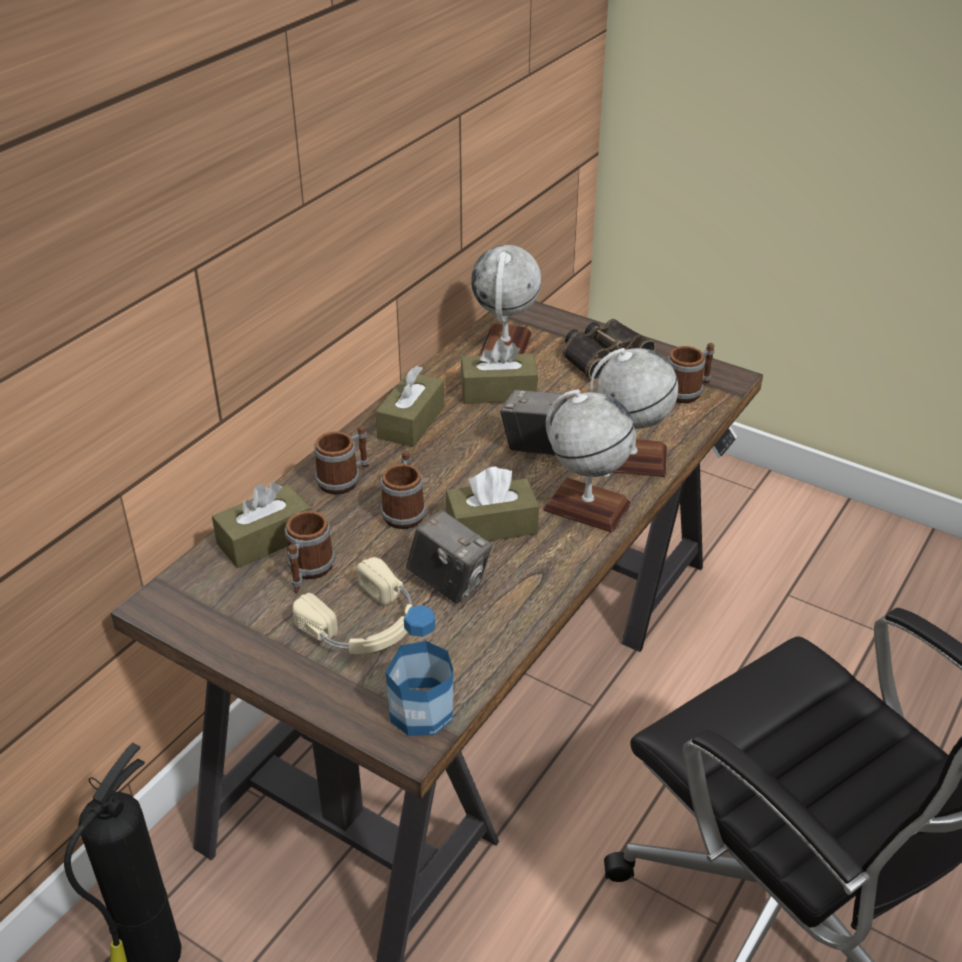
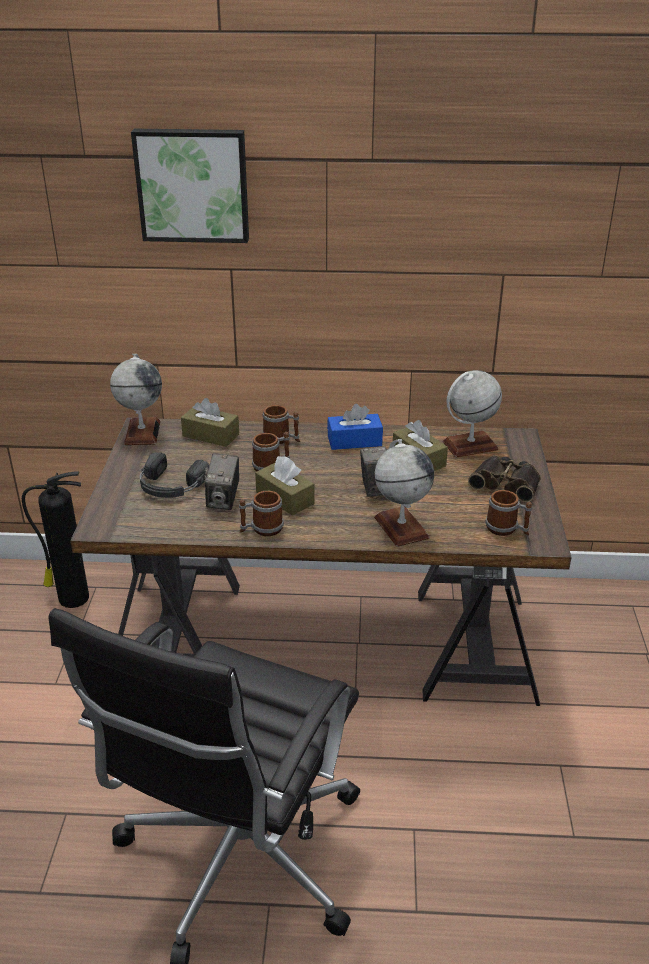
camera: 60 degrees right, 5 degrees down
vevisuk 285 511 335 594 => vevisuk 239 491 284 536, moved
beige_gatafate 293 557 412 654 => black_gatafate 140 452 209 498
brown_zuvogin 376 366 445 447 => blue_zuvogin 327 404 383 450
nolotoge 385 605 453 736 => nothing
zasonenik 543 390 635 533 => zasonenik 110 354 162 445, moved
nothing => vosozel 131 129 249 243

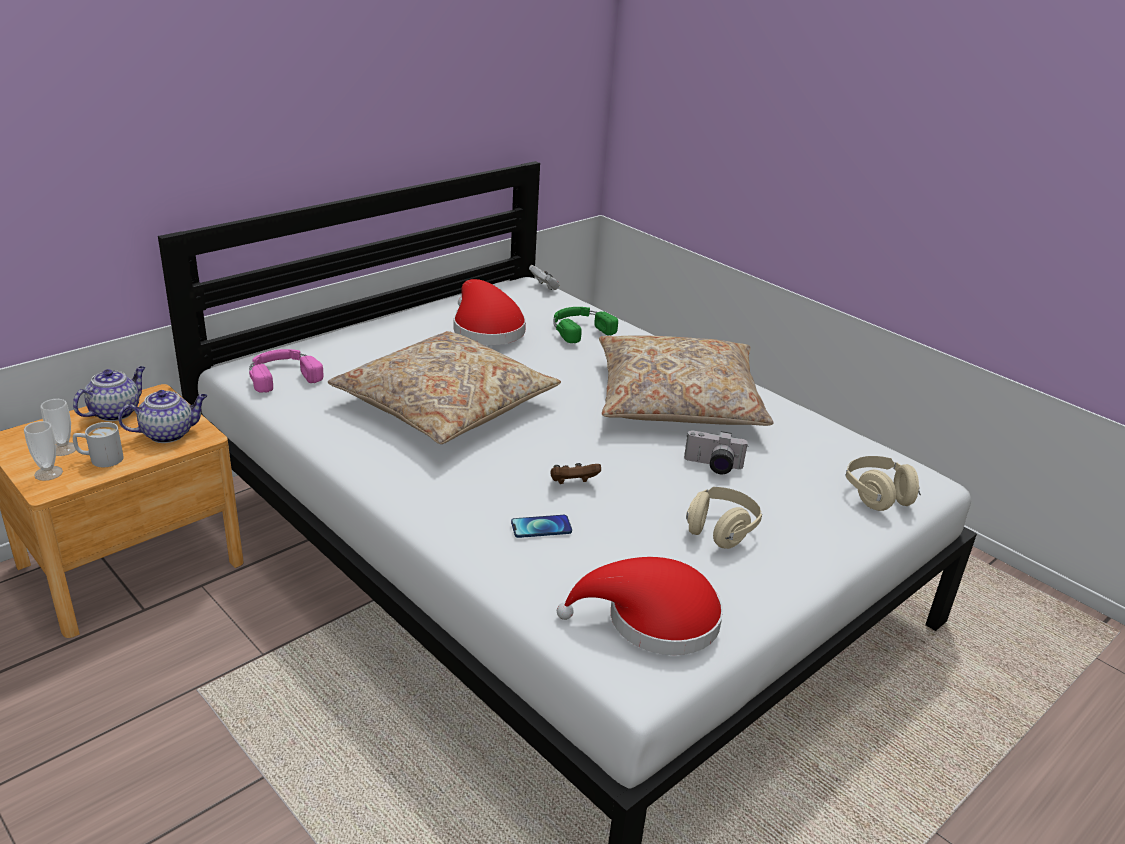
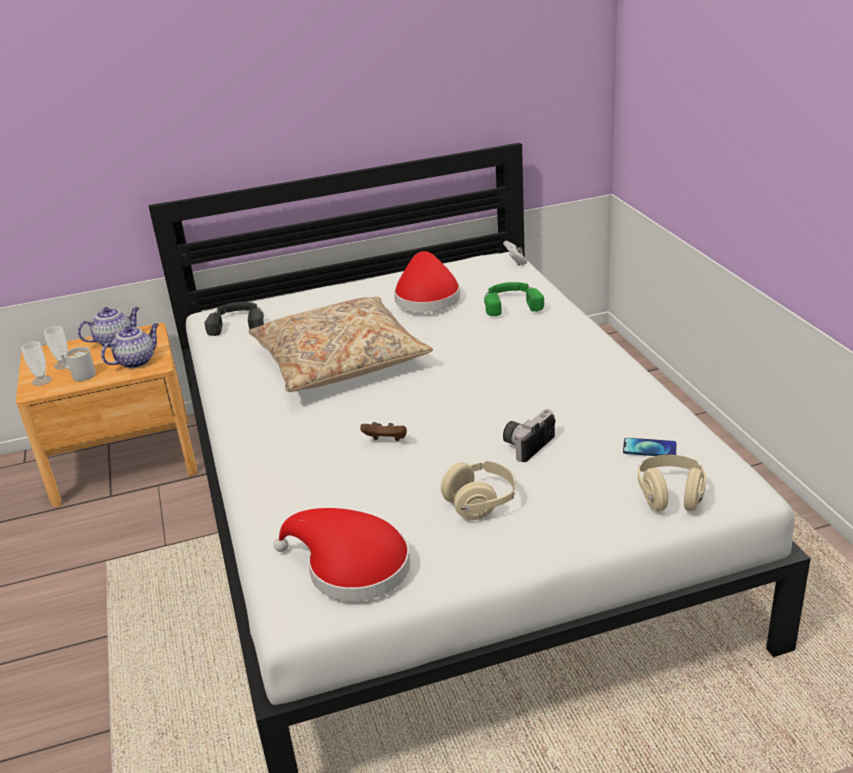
camera: 30 degrees right, 0 degrees up
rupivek 118 390 207 443 => rupivek 101 324 159 368, 45 degrees counterclockwise
pink_gatafate 249 349 324 393 => black_gatafate 205 302 264 336
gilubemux 511 515 572 538 => gilubemux 623 438 677 456, moved
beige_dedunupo 599 336 774 426 => nothing
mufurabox 684 430 748 474 => mufurabox 503 409 556 462, 90 degrees clockwise

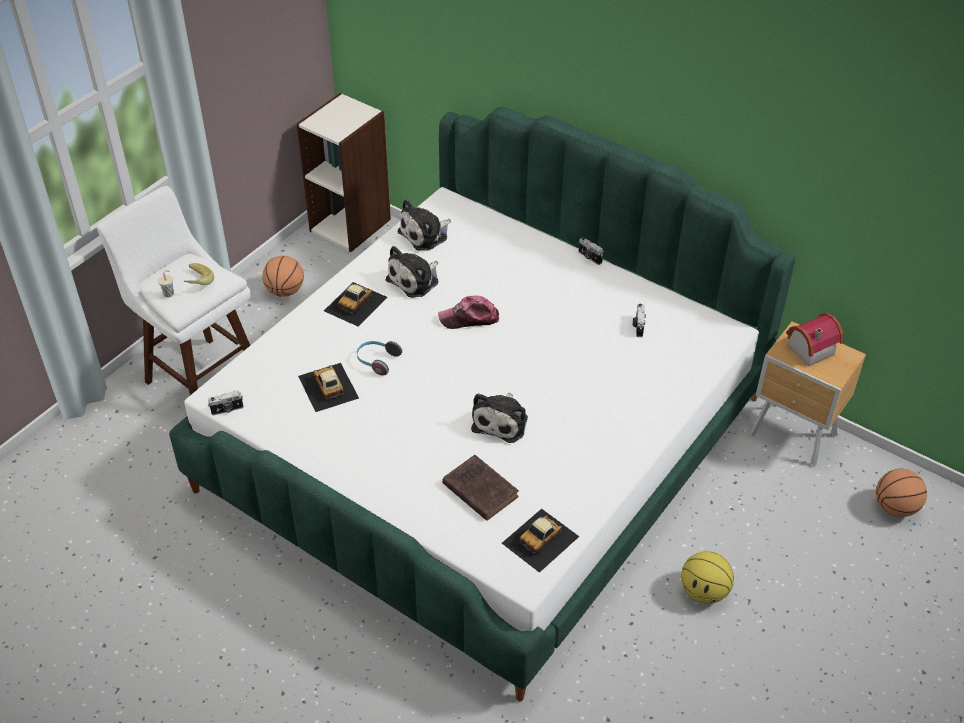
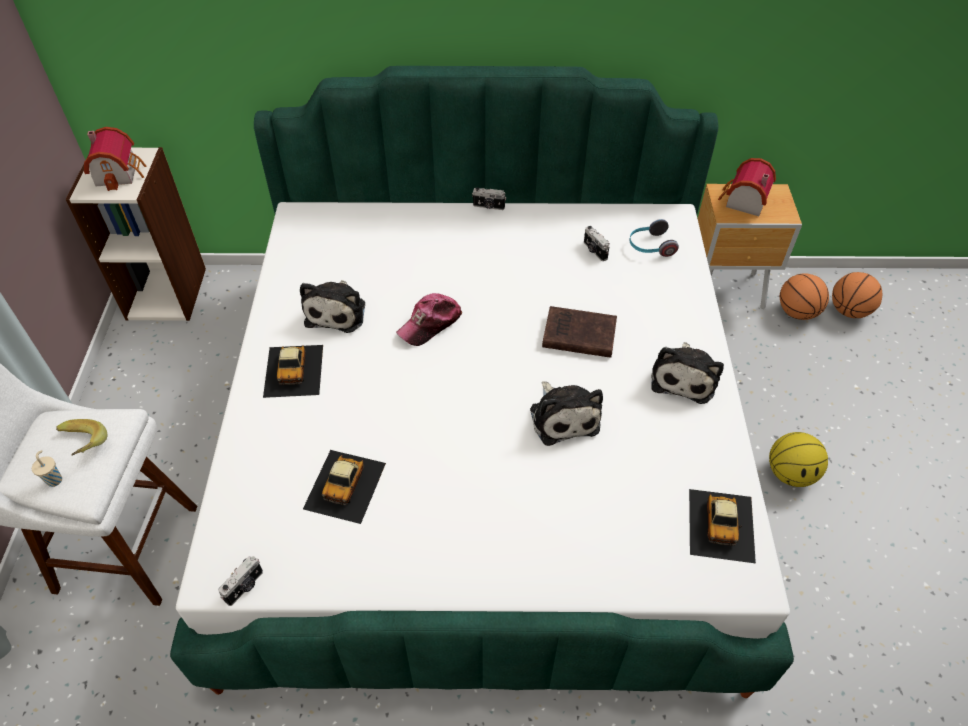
camera: 35 degrees left, 5 degrees up
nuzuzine 262 256 304 297 => nuzuzine 780 273 829 320, moved
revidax 298 363 359 412 => revidax 303 450 386 524, 105 degrees counterclockwise
gatafate 357 341 402 376 => gatafate 629 219 679 257, moved
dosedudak 397 199 451 251 => dosedudak 651 342 724 404, moved
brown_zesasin 442 455 519 521 => brown_zesasin 542 306 617 358, moved
nothing => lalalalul 84 127 146 191

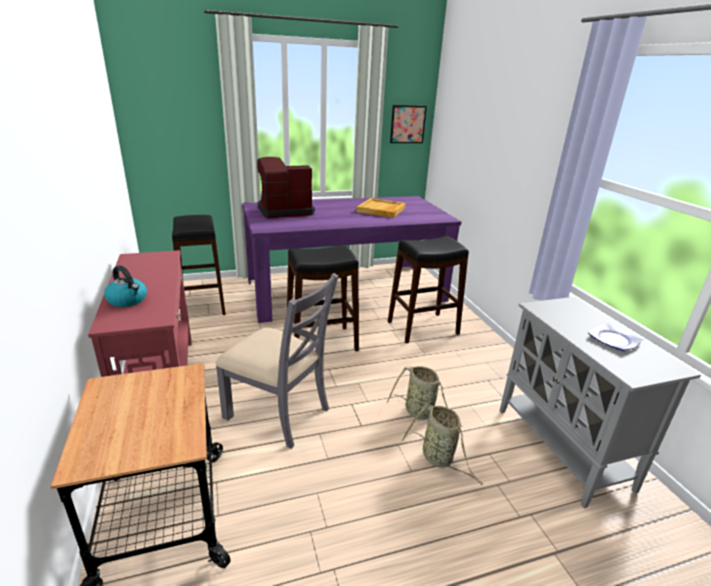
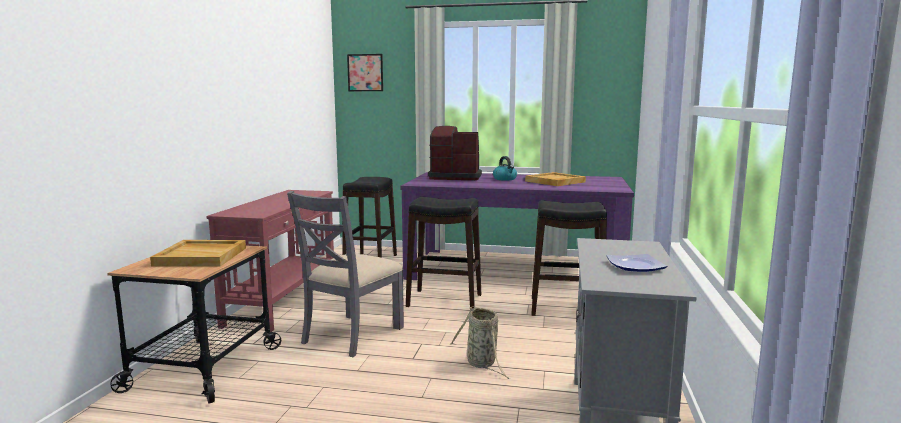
camera: 30 degrees right, 15 degrees down
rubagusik 104 266 147 307 => rubagusik 493 156 517 180, moved
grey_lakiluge 215 273 338 449 => grey_lakiluge 287 191 404 357, 60 degrees clockwise
vosozel 390 105 427 143 => vosozel 347 54 383 91, moved
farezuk 402 404 483 485 => nothing
nothing => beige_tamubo 150 240 246 267

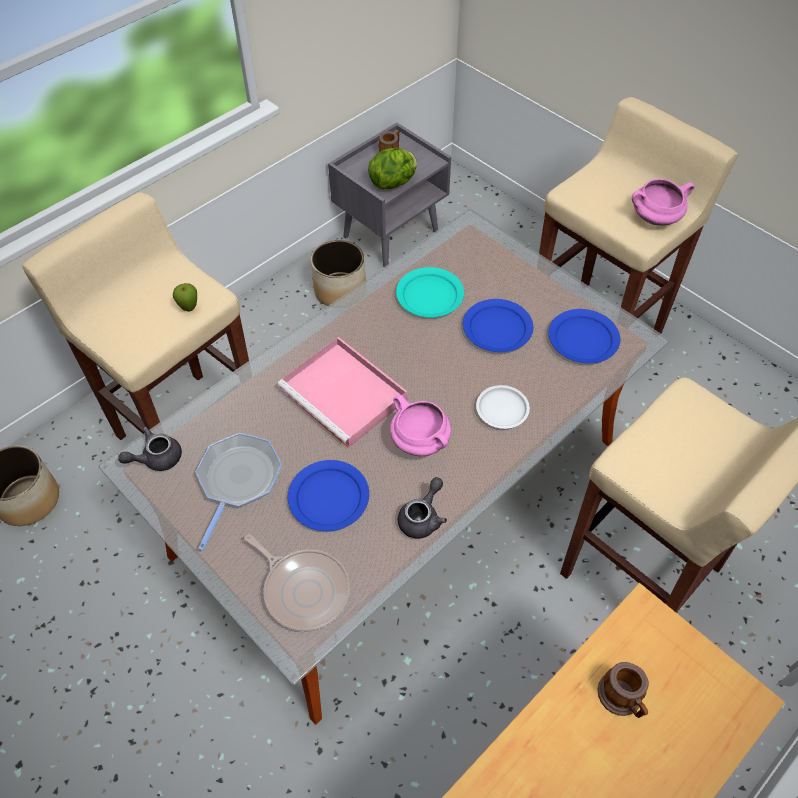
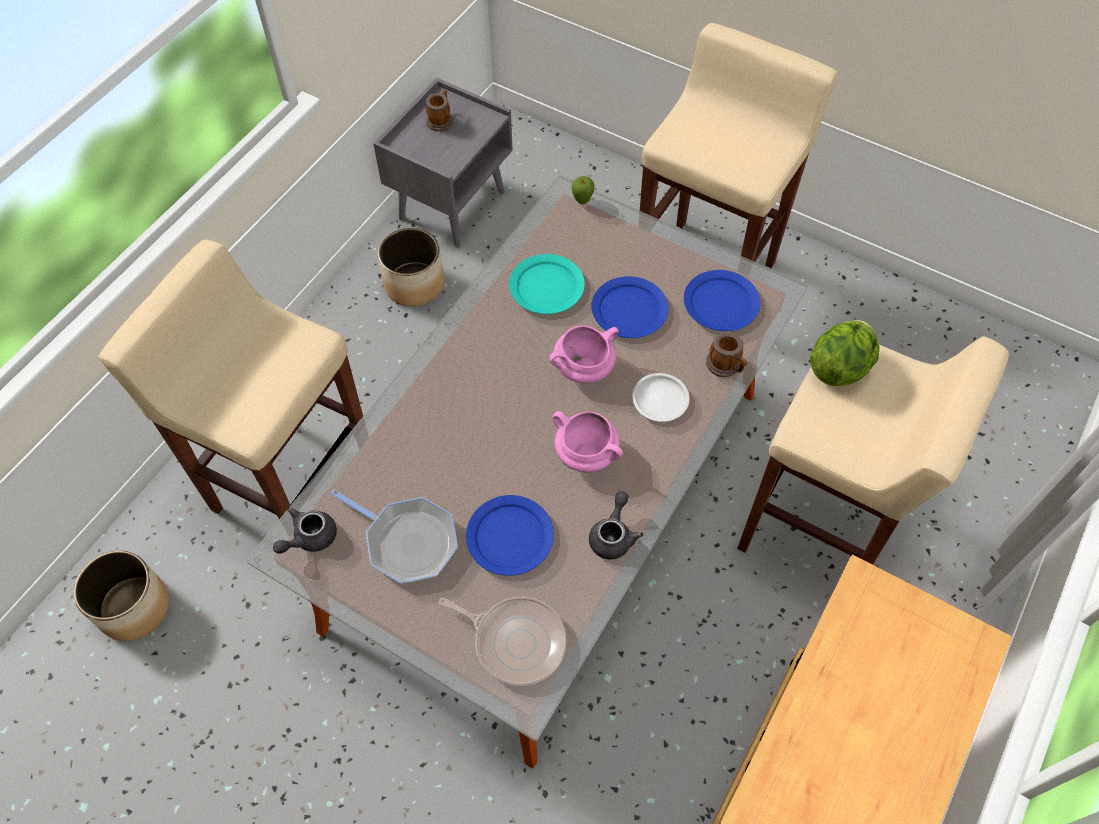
camera: 15 degrees left, 5 degrees up
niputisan 173 283 197 312 => niputisan 572 176 595 204, moved
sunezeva 196 433 282 551 => sunezeva 331 490 458 584, 120 degrees clockwise
pink_tamubo 278 337 407 448 => nothing
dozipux 368 148 417 189 => dozipux 810 320 880 386, moved
vevisuk 598 662 649 718 => vevisuk 706 333 747 377, moved
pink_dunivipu 632 179 695 225 => pink_dunivipu 549 325 619 383, moved

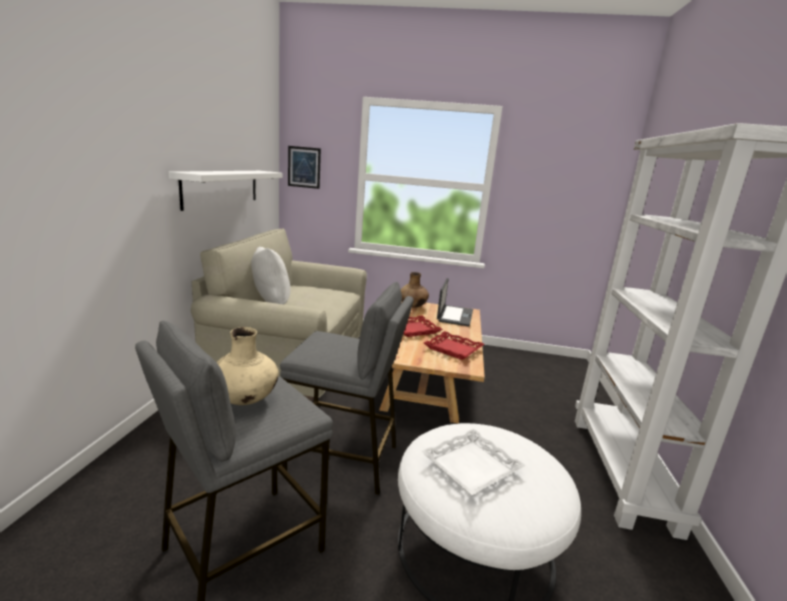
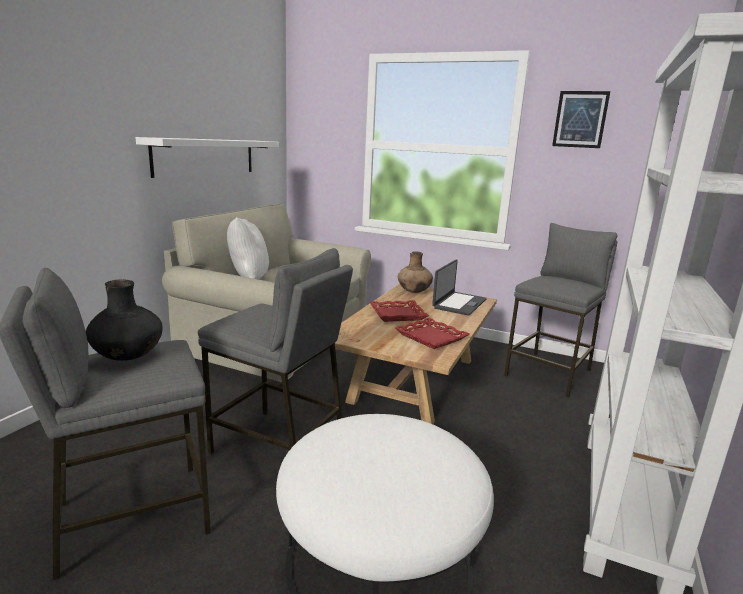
camera: 15 degrees right, 0 degrees up
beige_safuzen 216 327 279 405 => black_safuzen 86 279 162 361
vosozel 288 146 321 189 => vosozel 552 91 610 148, moved
white_tamubo 421 429 526 495 => nothing
nothing => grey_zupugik 504 223 617 398

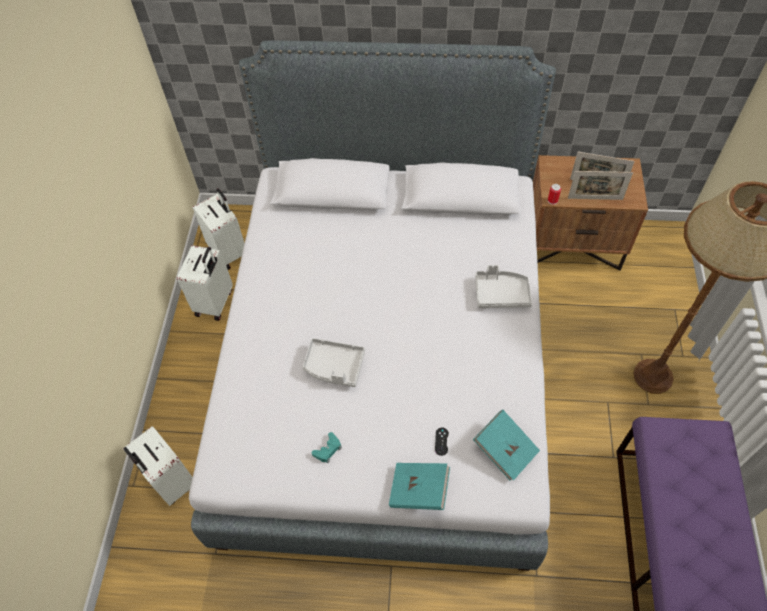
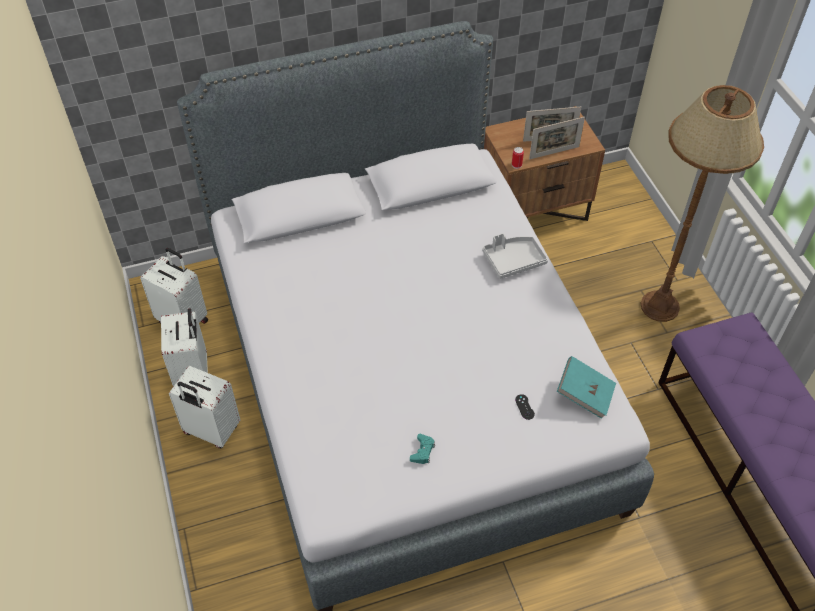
camera: 25 degrees left, 5 degrees down
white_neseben 123 426 193 506 => white_neseben 169 366 240 448, moved
grey_tamubo 302 338 365 387 => nothing
turquoise_zesasin 389 463 450 510 => nothing

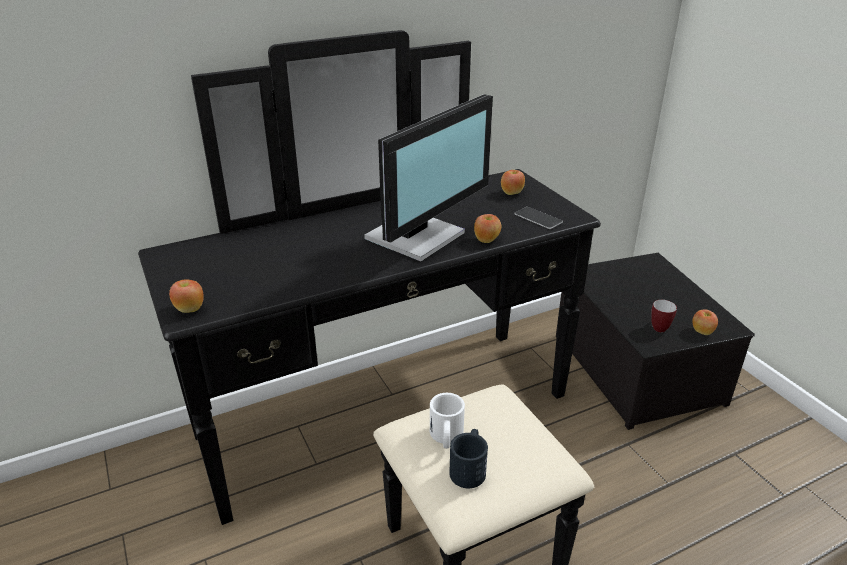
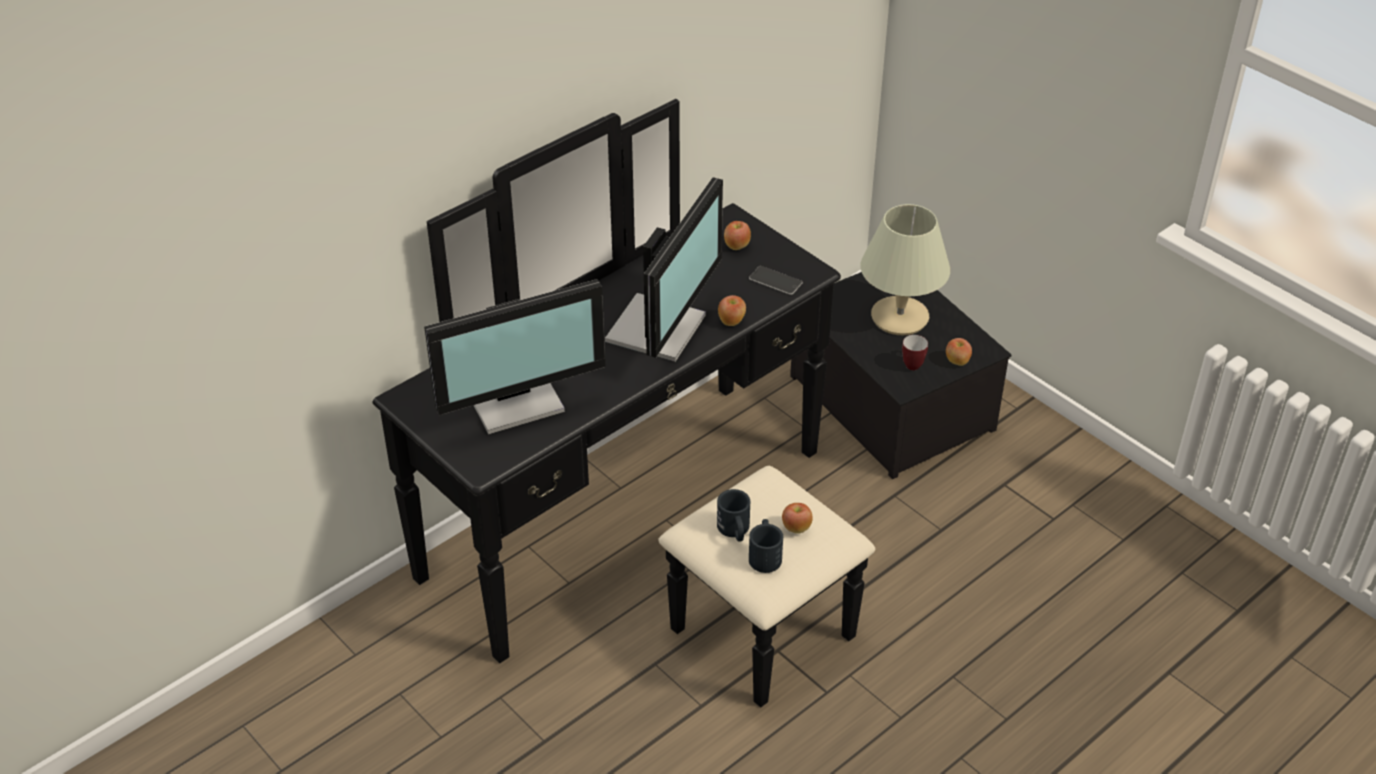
camera: 15 degrees left, 10 degrees up
niputisan 169 279 204 313 => niputisan 782 503 813 534, moved
white_vevisuk 430 393 465 449 => black_vevisuk 717 489 750 542
nothing => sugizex 424 279 606 435
nothing => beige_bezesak 860 204 950 335

